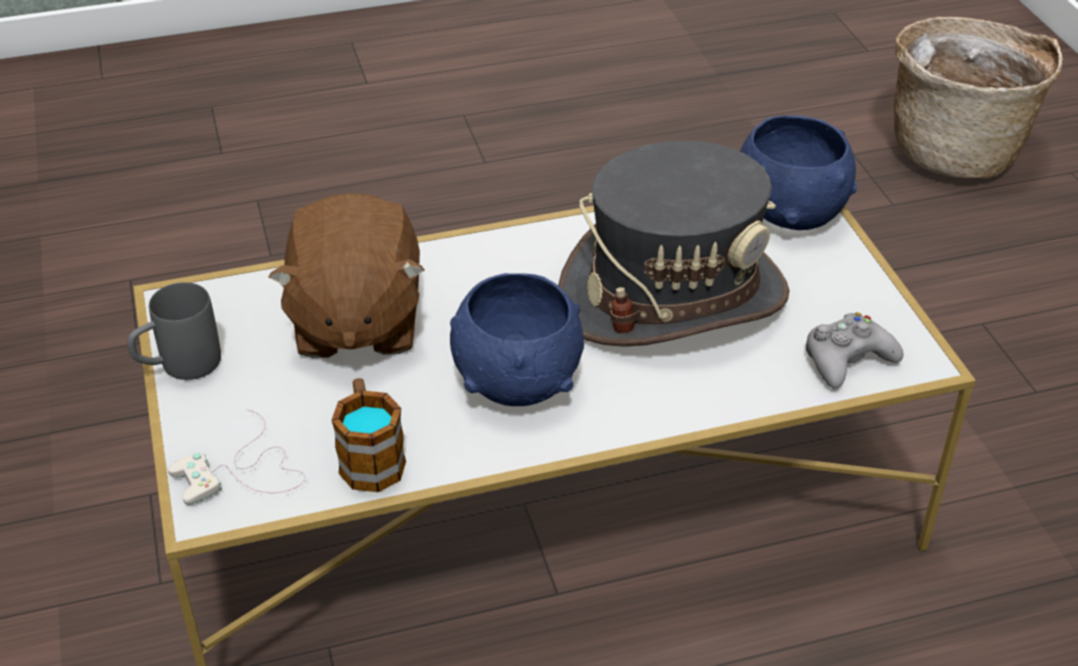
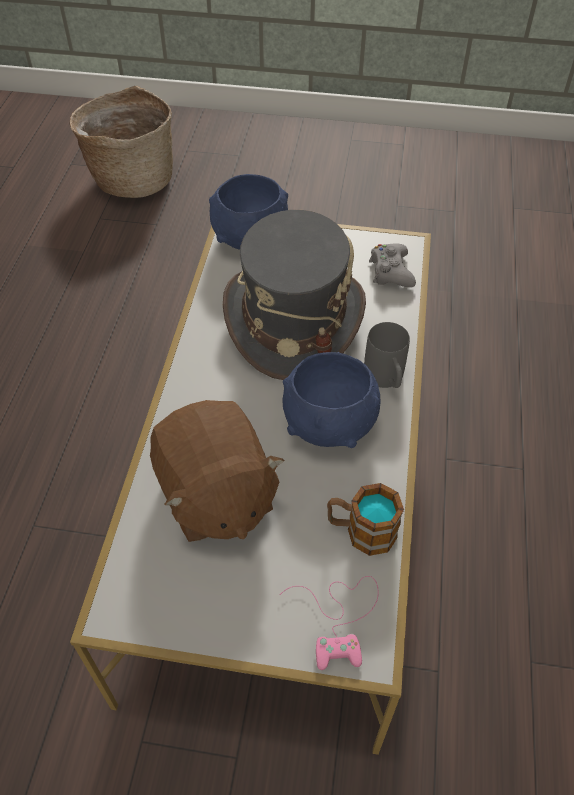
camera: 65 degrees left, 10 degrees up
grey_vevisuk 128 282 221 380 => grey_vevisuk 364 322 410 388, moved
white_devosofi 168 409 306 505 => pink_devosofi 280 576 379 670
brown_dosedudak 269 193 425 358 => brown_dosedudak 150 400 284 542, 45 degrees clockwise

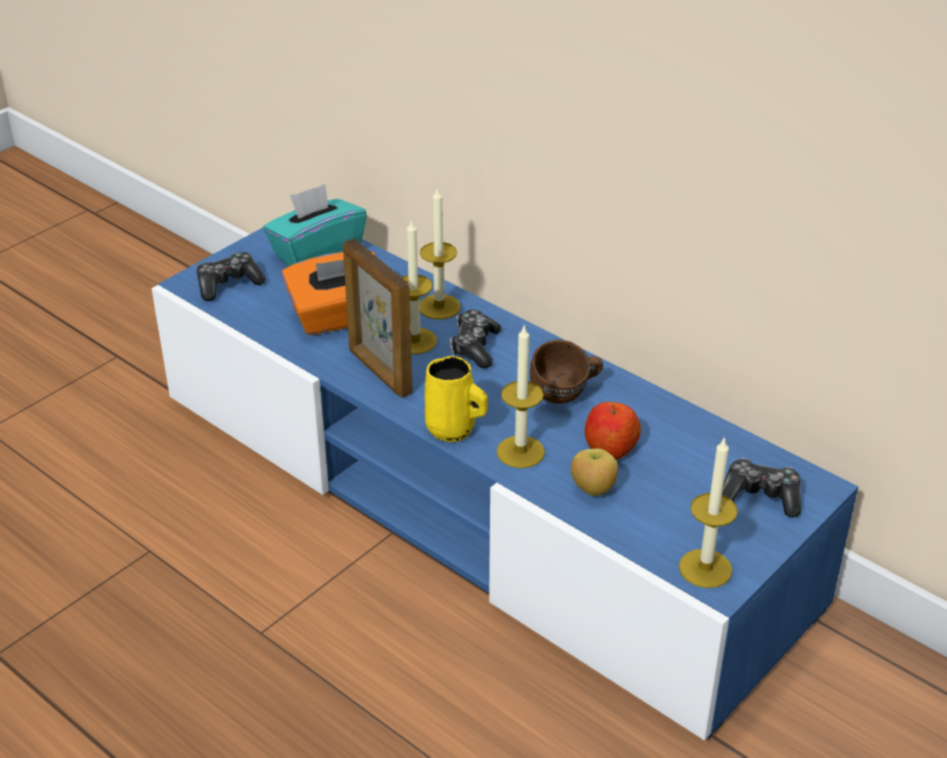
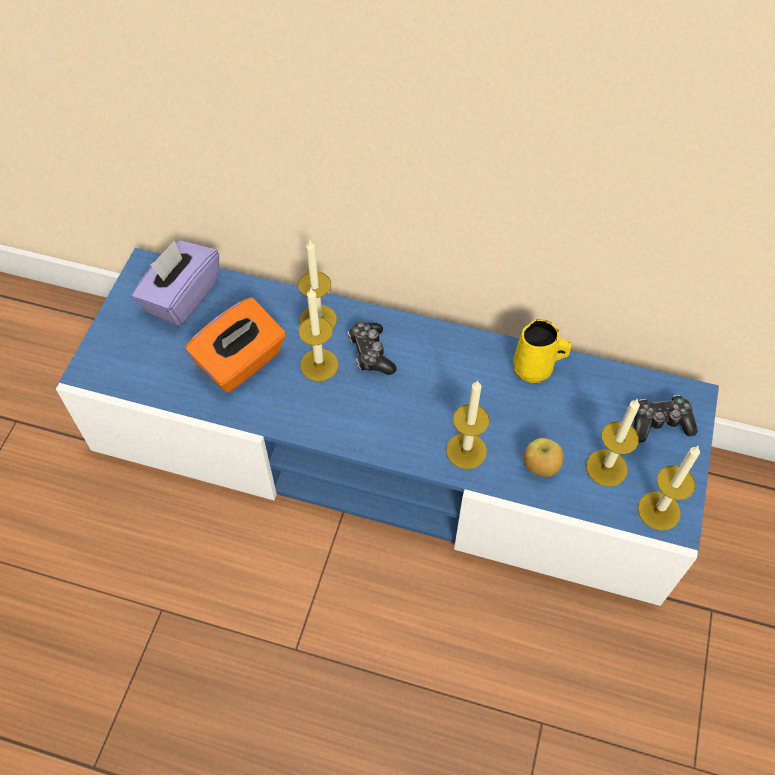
camera: 25 degrees left, 20 degrees up
devosofi 197 252 266 301 => nothing
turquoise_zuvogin 263 184 367 266 => purple_zuvogin 132 240 219 327
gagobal 343 239 413 398 => nothing
yellow_vevisuk 425 356 488 442 => yellow_vevisuk 513 319 571 383, moved
brown_vevisuk 530 340 603 404 => nothing
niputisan 584 402 641 460 => nothing
nothing => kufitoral 586 398 640 487

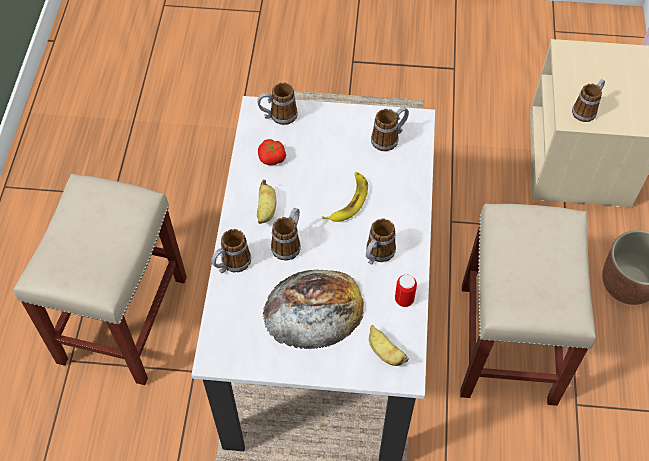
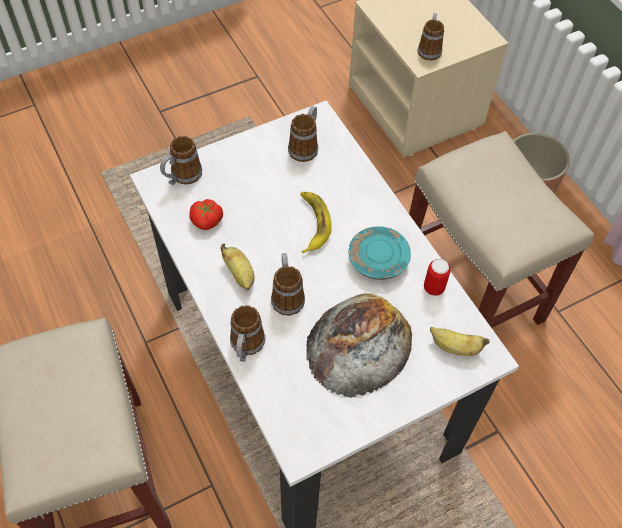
camera: 35 degrees left, 0 degrees up
vevisuk 366 219 396 265 => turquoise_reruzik 348 226 411 280

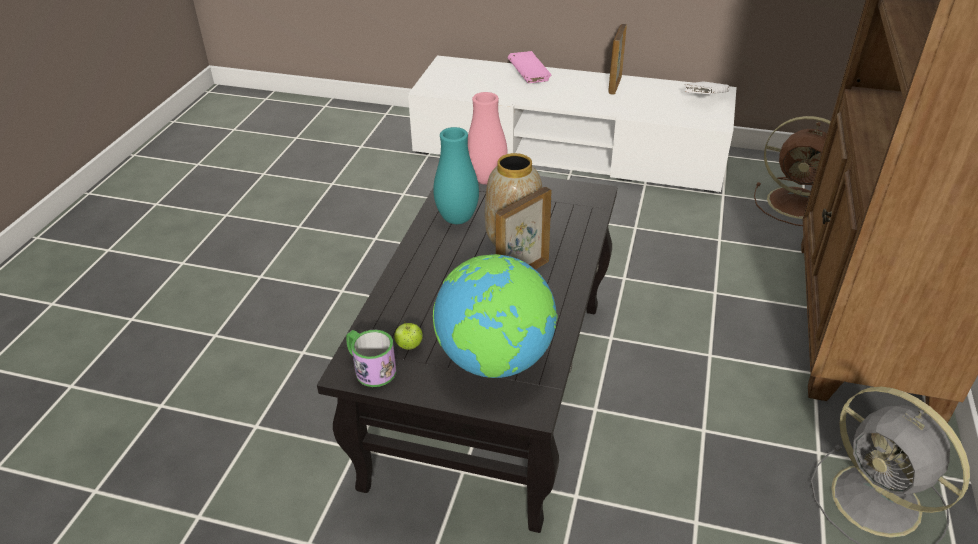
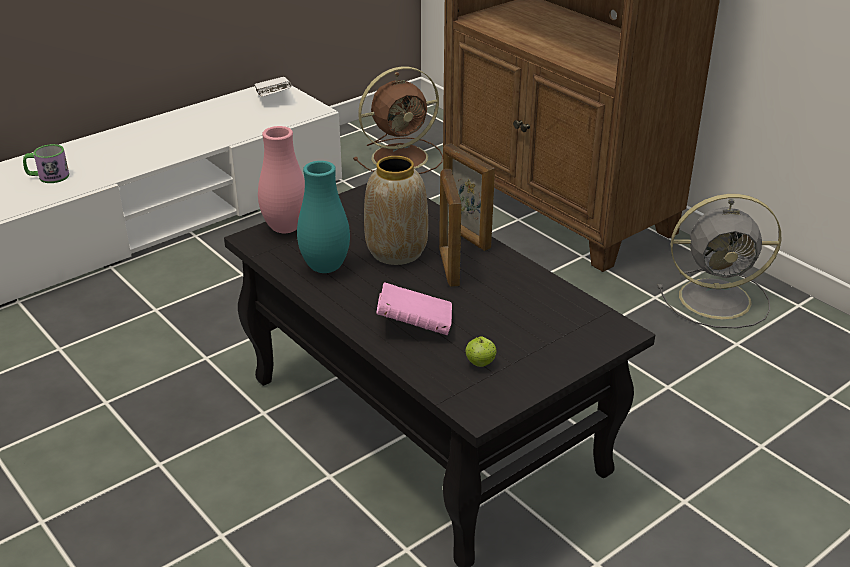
camera: 55 degrees left, 5 degrees down
vevisuk 346 330 396 387 => vevisuk 23 144 69 183, moved
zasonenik 433 254 557 378 => nothing
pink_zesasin 508 51 552 83 => pink_zesasin 376 282 452 335, moved
gagobal 608 24 627 95 => gagobal 443 143 495 251, moved

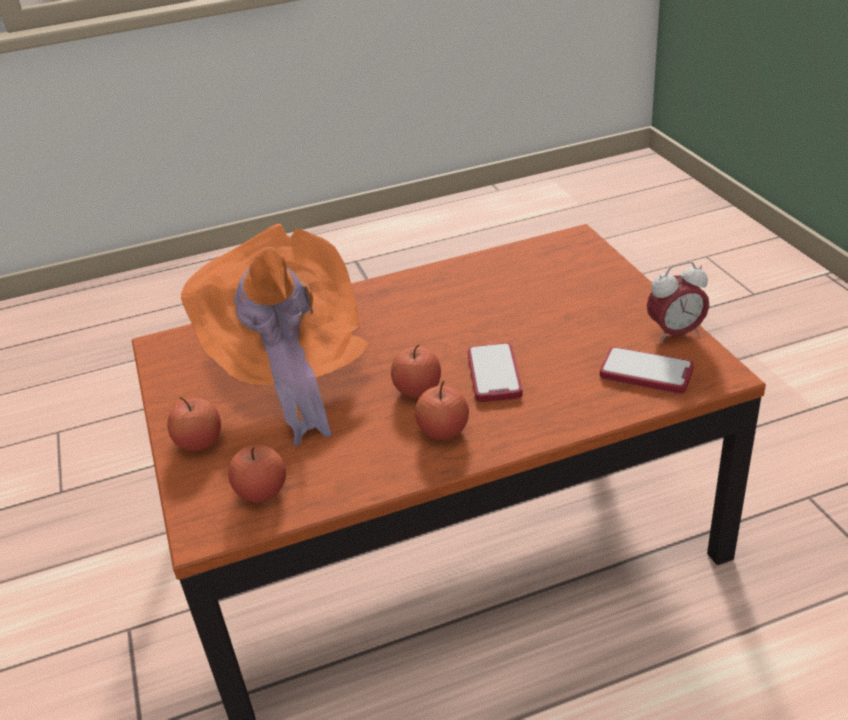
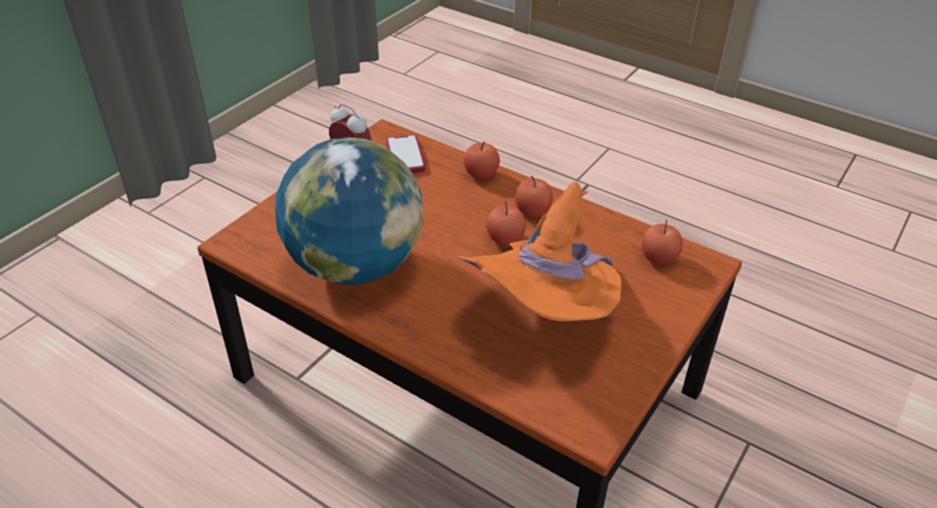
camera: 130 degrees left, 5 degrees up
niputisan 167 397 221 451 => niputisan 463 142 500 179, moved
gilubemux 468 343 522 402 => nothing
nothing => zasonenik 275 137 423 285

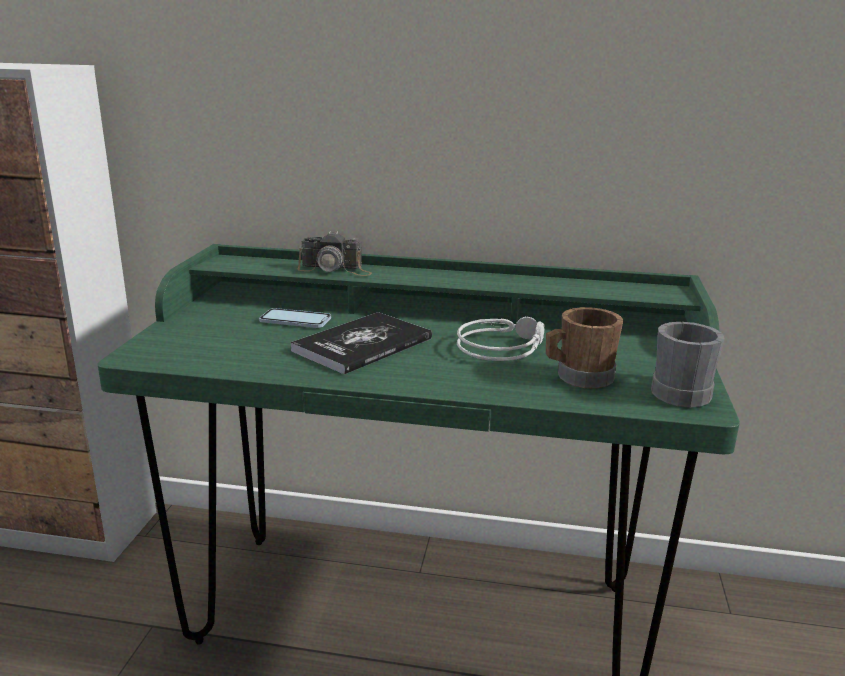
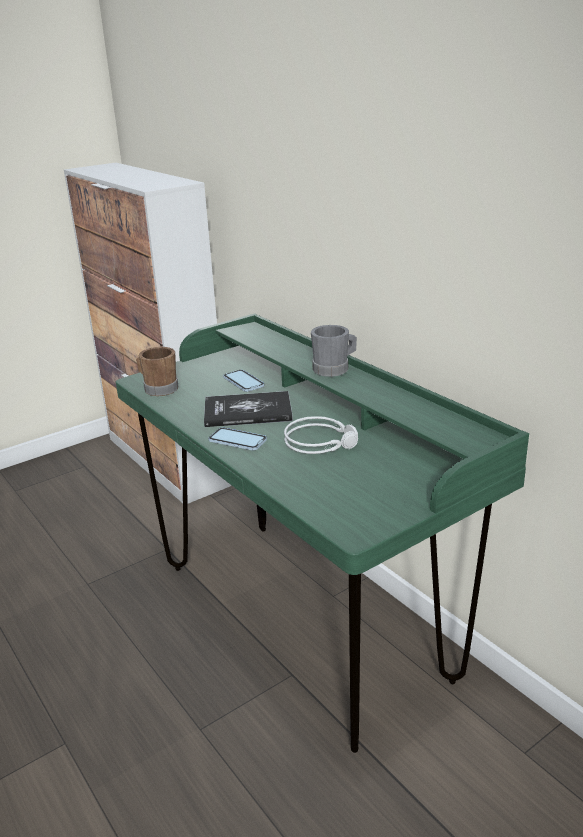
camera: 45 degrees right, 5 degrees up
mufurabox 298 231 372 276 => nothing
brown_vevisuk 546 307 623 389 => brown_vevisuk 136 347 179 396, moved
grey_vevisuk 651 322 725 408 => grey_vevisuk 311 325 357 377, moved
nothing => gilubemux 208 427 267 451

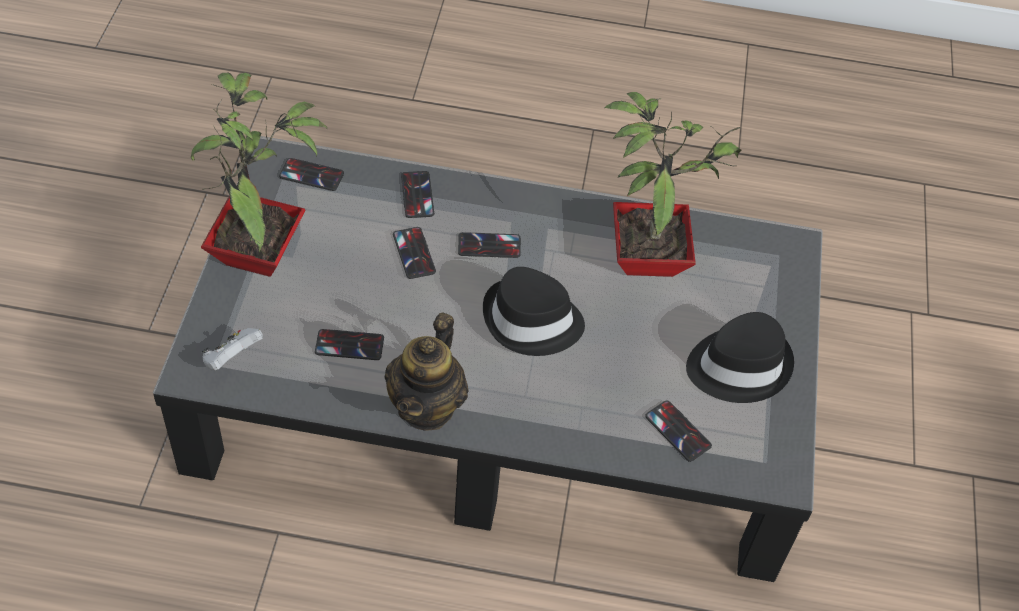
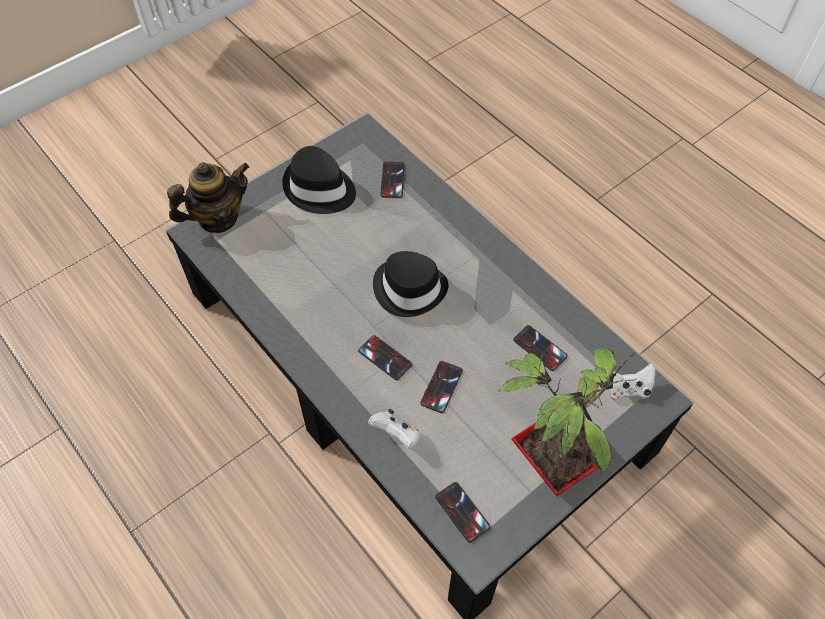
camera: 135 degrees left, 5 degrees up
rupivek 384 312 469 431 => rupivek 167 162 249 233, moved
gilubemux 401 171 434 218 => white_devosofi 368 409 421 449
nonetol 604 92 742 277 => nothing

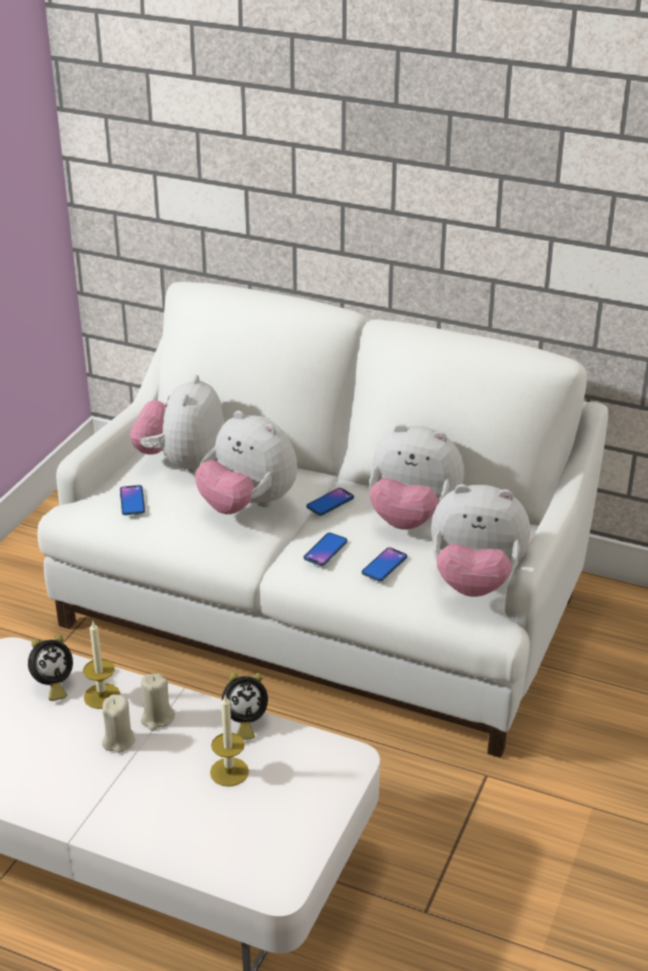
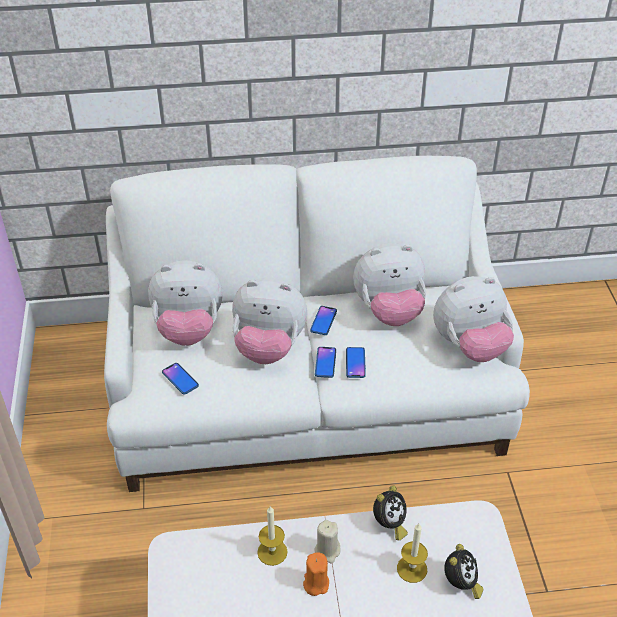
camera: 30 degrees left, 10 degrees up
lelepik 28 635 73 701 => lelepik 444 544 483 599, moved
beige_kufitoral 102 695 135 753 => orange_kufitoral 303 552 329 596
dosedudak 130 375 225 473 => dosedudak 148 260 223 346, 75 degrees counterclockwise
gilubemux 362 547 407 581 => gilubemux 315 347 336 378, moved

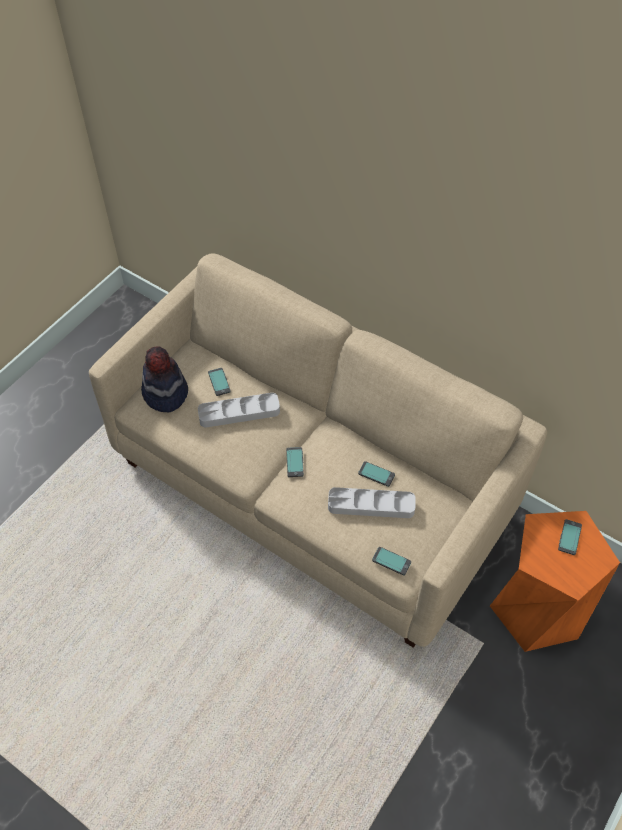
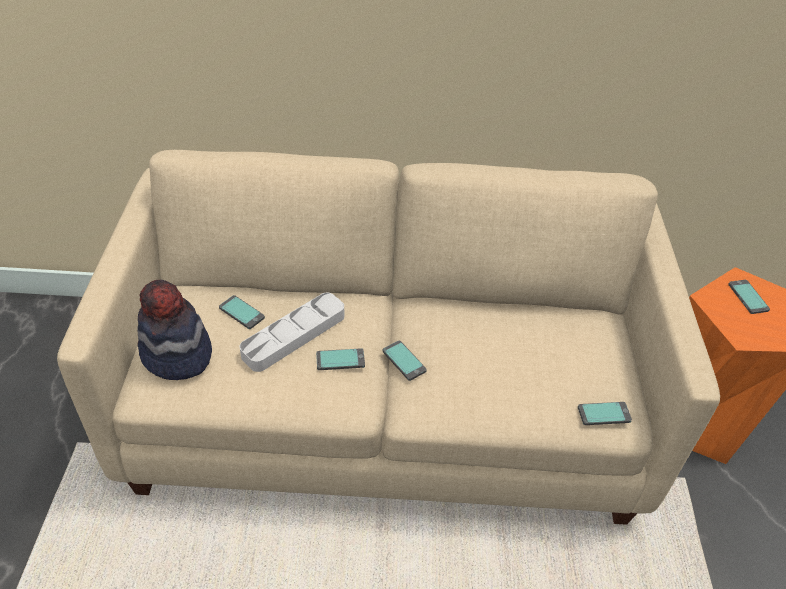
camera: 35 degrees left, 10 degrees down
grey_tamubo 328 487 415 518 => nothing
gilubemux 358 461 395 487 => gilubemux 316 348 365 370, moved

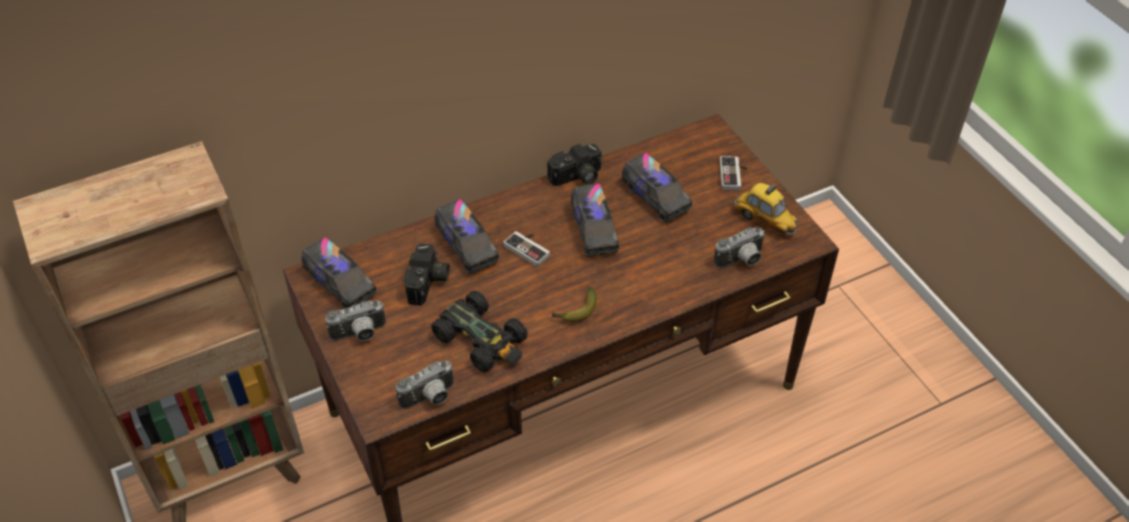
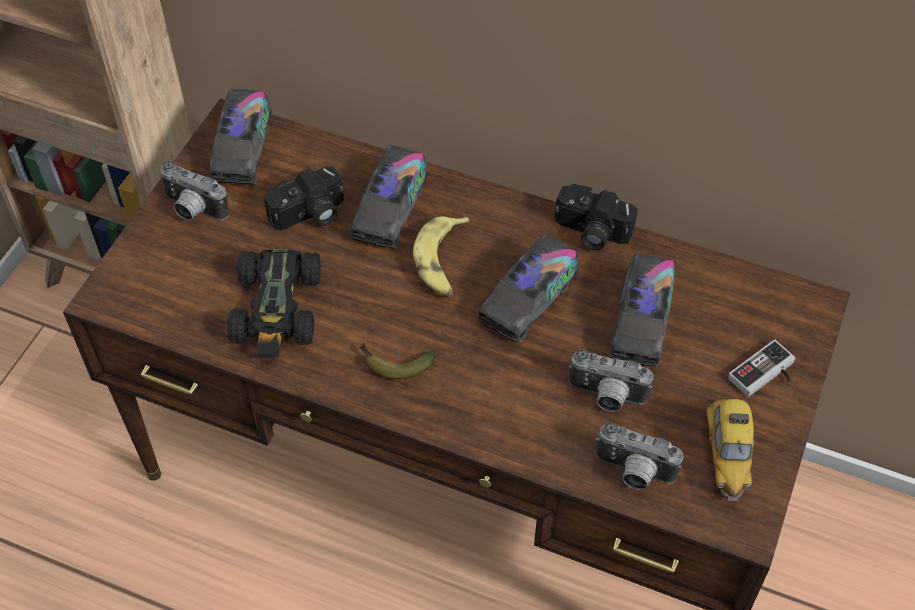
camera: 50 degrees right, 5 degrees up
mufurabox 396 361 454 409 => mufurabox 569 349 653 412, moved
devosofi 503 231 550 267 => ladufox 413 216 470 297

